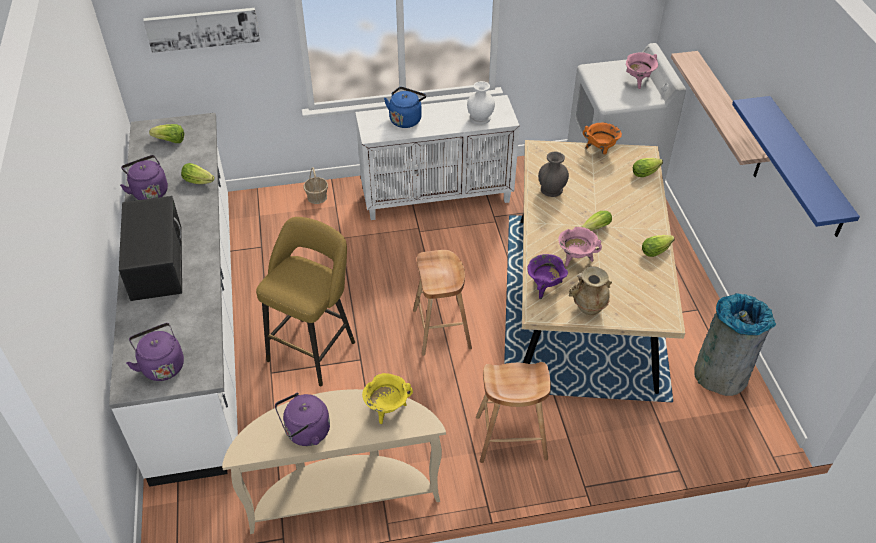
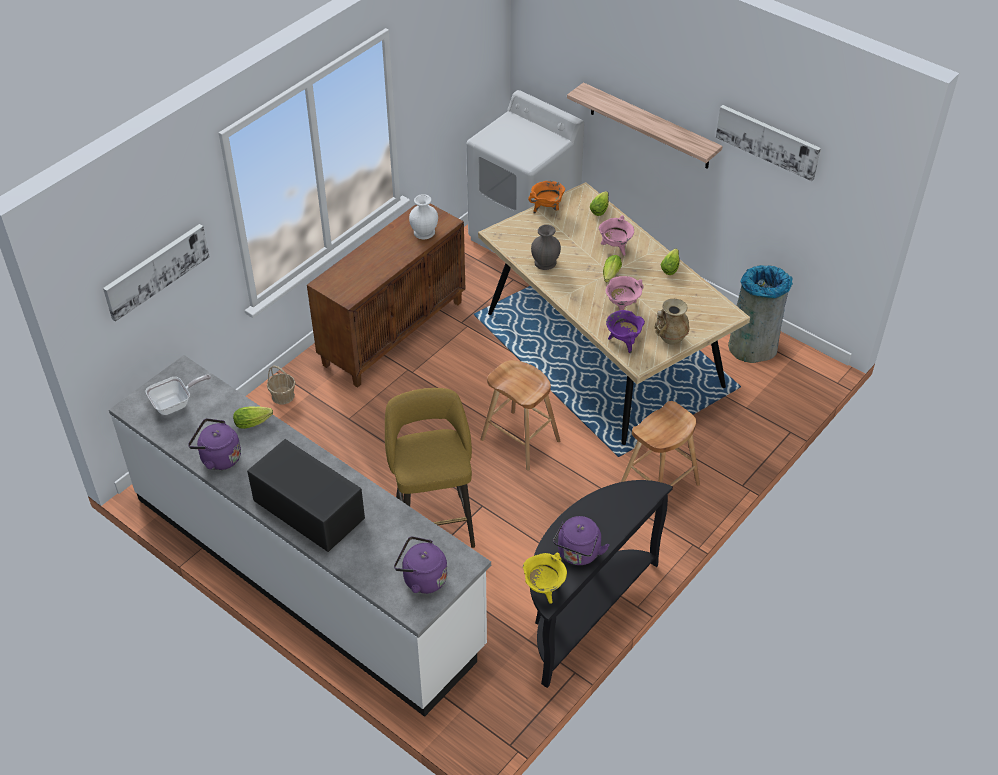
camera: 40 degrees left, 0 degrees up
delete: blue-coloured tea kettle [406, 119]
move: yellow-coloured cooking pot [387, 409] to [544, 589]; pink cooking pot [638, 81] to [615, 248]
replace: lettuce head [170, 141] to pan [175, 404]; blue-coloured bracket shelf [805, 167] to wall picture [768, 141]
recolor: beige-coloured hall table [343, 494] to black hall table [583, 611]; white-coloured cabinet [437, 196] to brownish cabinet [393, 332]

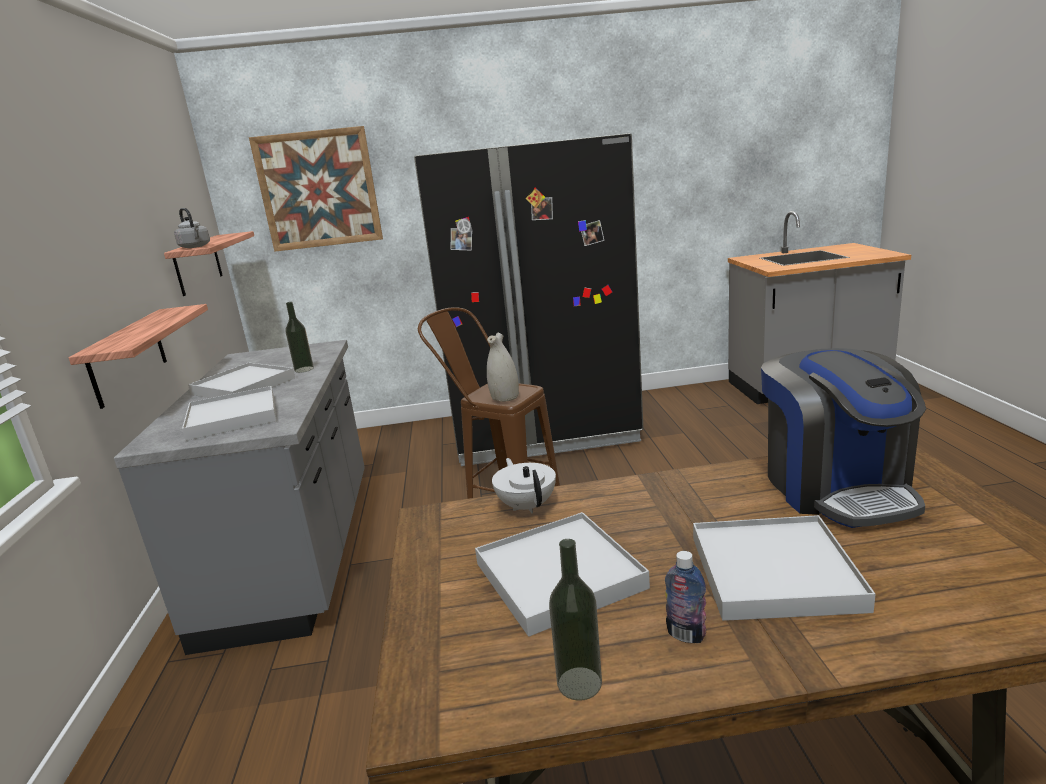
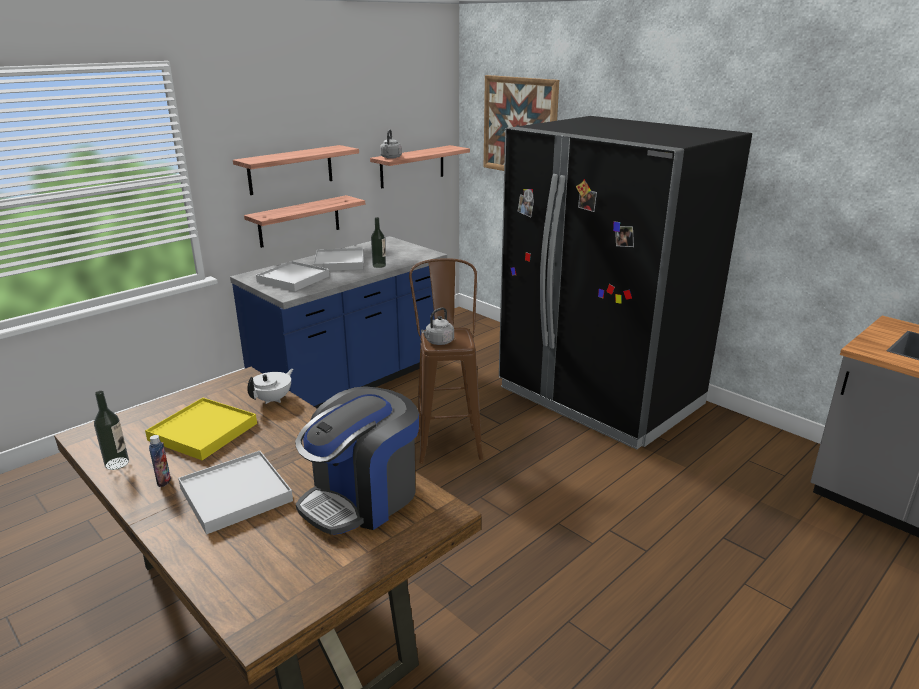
camera: 50 degrees right, 5 degrees up
insert: bracket shelf [290, 169]
replace: white-coloured vase [504, 398] to greyish tea kettle [438, 342]
recolor: greyish kitchen base unit [297, 553] to blue-coloured kitchen base unit [352, 381]; white-coloured serving tray [559, 576] to yellow-coloured serving tray [203, 432]

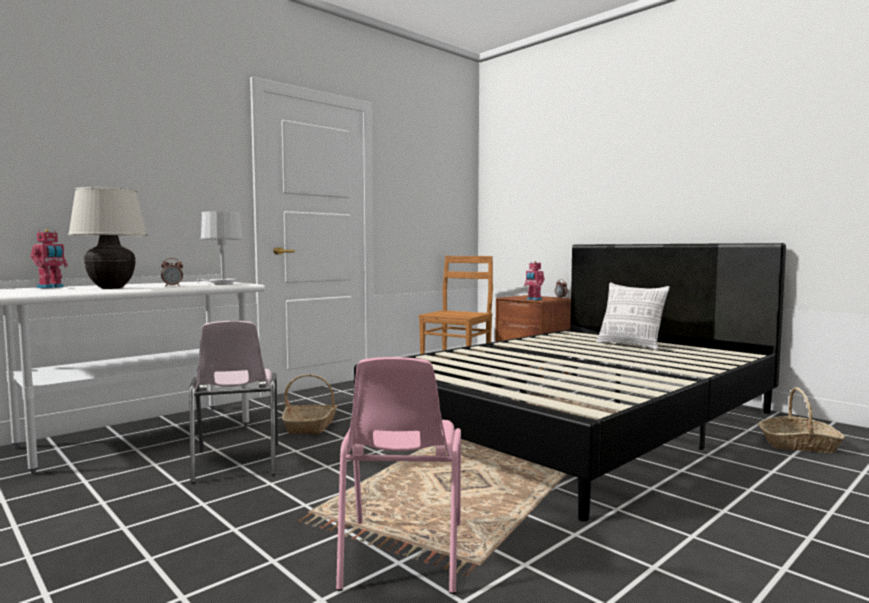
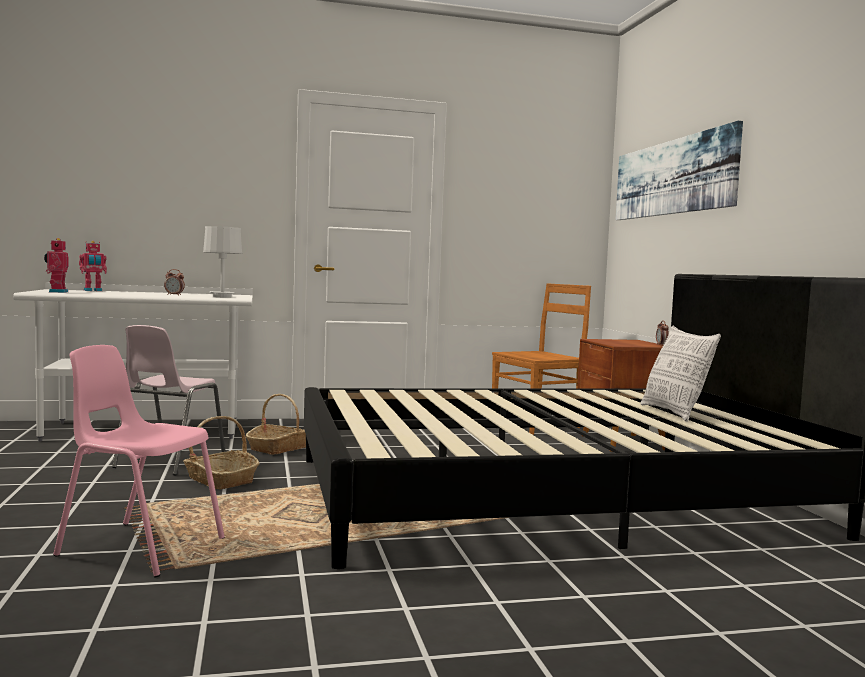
camera: 30 degrees right, 0 degrees up
delete: beige-coloured table lamp [111, 288]
insert: wall picture [672, 177]
move: model robot [533, 299] to [57, 292]; storage basket [798, 445] to [220, 480]
rotate: pink plain chair [401, 556] = [140, 547] 75 degrees clockwise

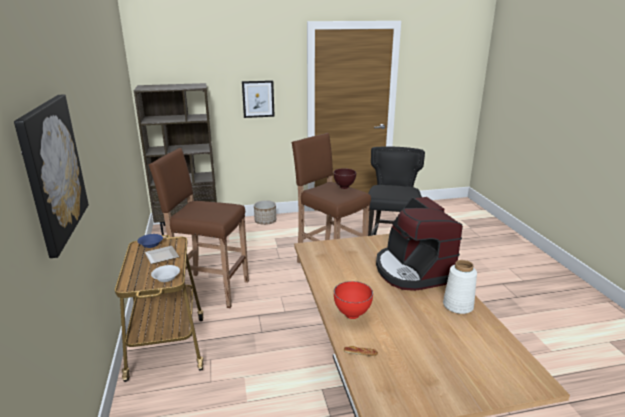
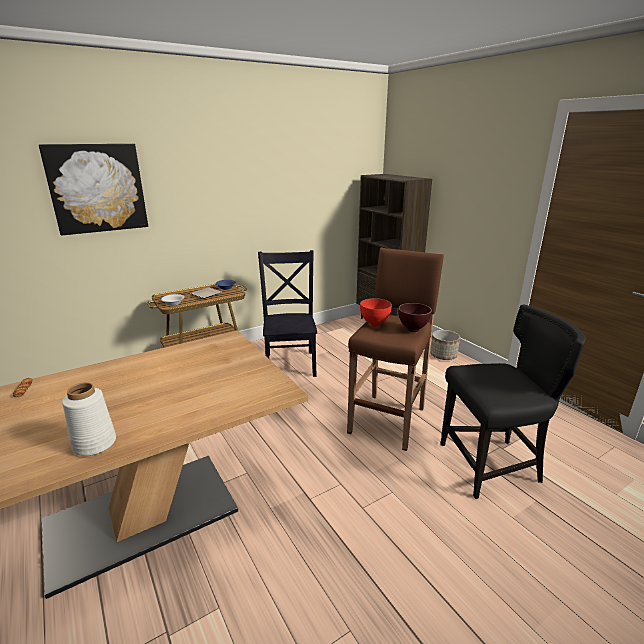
camera: 70 degrees right, 0 degrees up
delete: wall picture [258, 99]; coffee machine [413, 270]
move: red deep dish [353, 315] to [375, 325]
replace: brownish stool [210, 289] to black plain chair [290, 363]

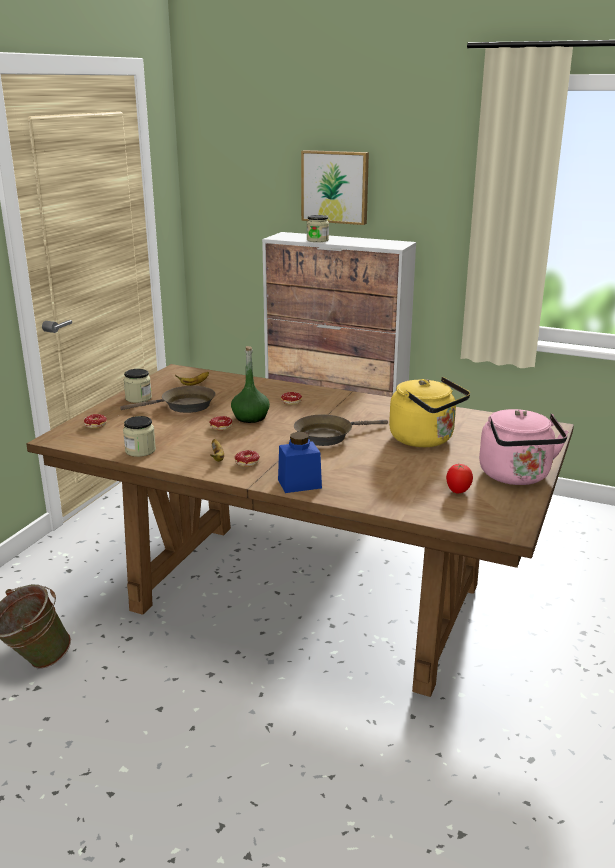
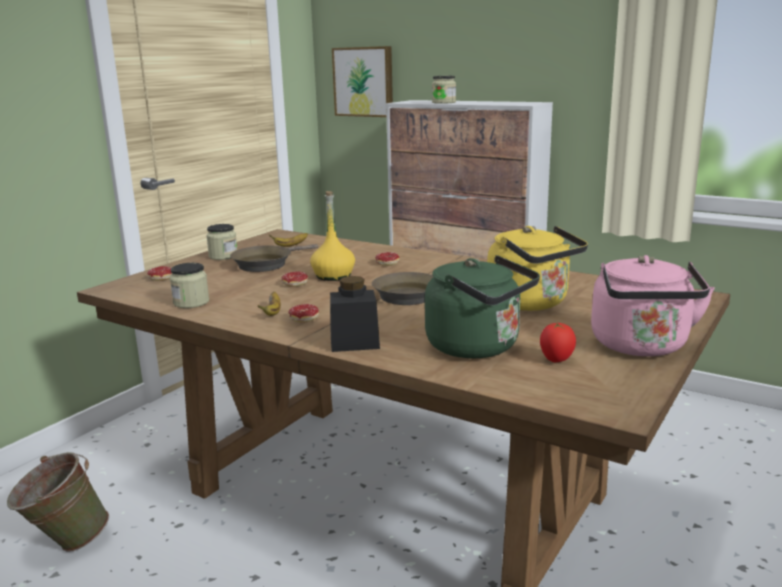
camera: 10 degrees right, 5 degrees down
insert: greenish tea kettle [478, 347]
move: wall picture [335, 187] to [364, 82]
recolor: greenish beverage bottle [250, 417] to yellow-coloured beverage bottle [333, 276]; blue-coloured preserve jar [299, 484] to black preserve jar [354, 343]
rotate: brownish pan [183, 406] = [266, 264] 135 degrees clockwise

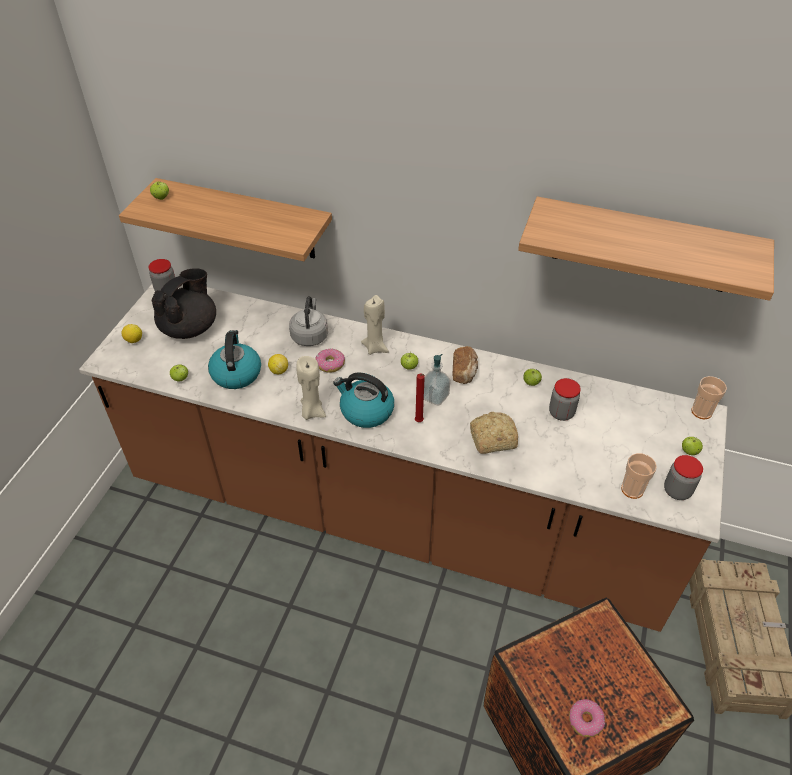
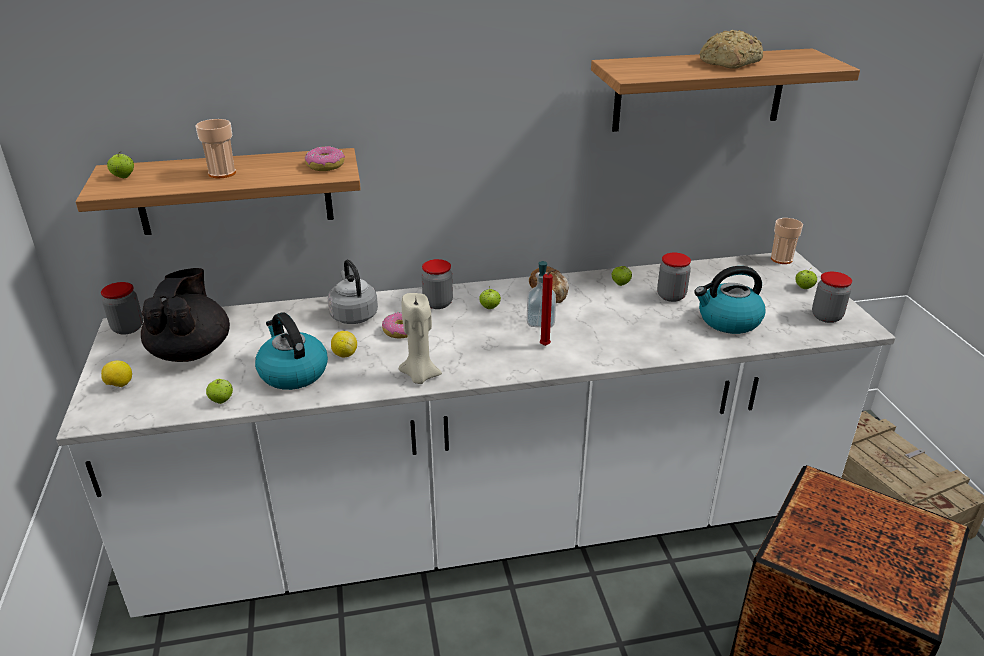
camera: 30 degrees left, 15 degrees down
move: tea kettle [366, 411] to [728, 321]; bakery bread [491, 439] to [728, 63]; ring doughnut [585, 720] to [325, 166]; cup [632, 489] to [222, 173]
replace: beige-coloured wax candle [375, 347] to preserve jar [438, 303]
recolor: brownish kitchen base unit [396, 513] to white-coloured kitchen base unit [492, 524]

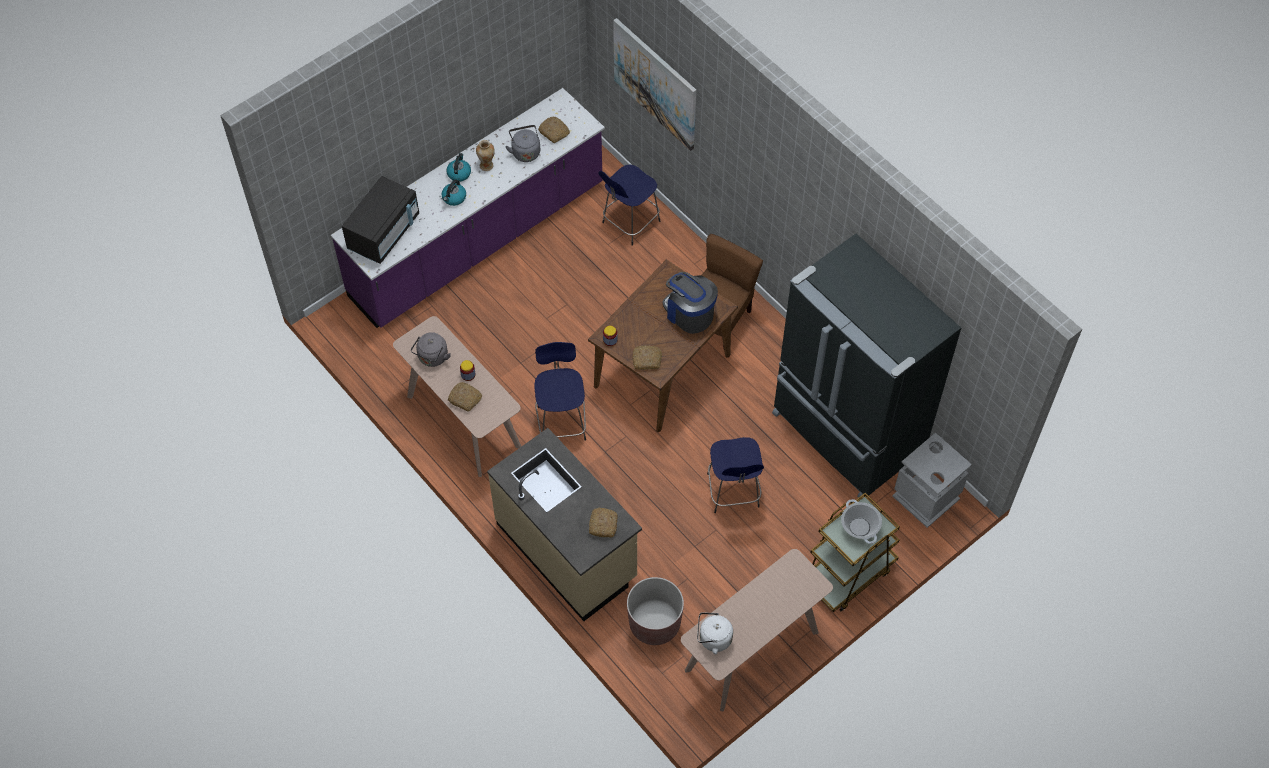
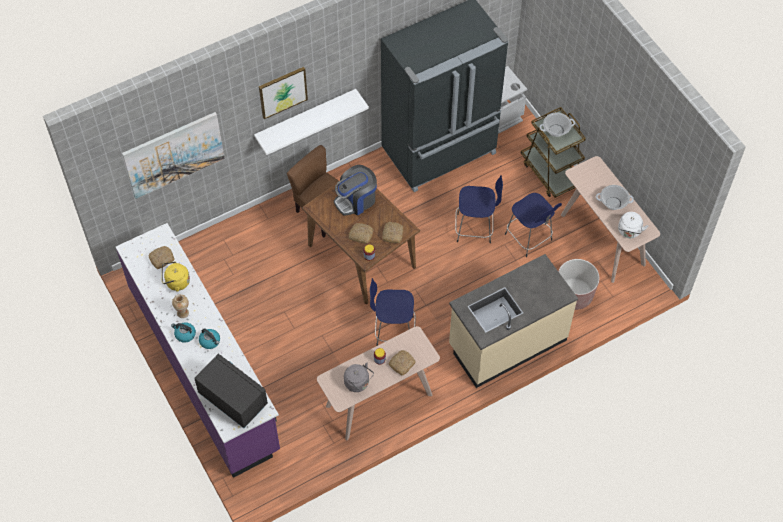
camera: 80 degrees left, 0 degrees up
insert: white-coloured bracket shelf [306, 118]; wall picture [282, 92]; cooking pot [613, 203]
move: bakery bread [603, 524] to [360, 235]; blue-coloured stool [629, 223] to [529, 238]
recolor: greyish tea kettle [525, 151] to yellow-coloured tea kettle [176, 282]

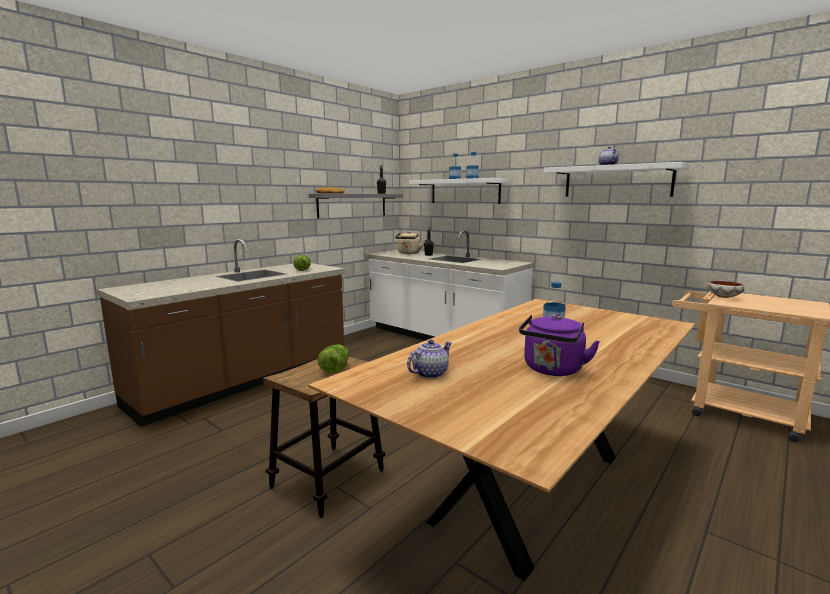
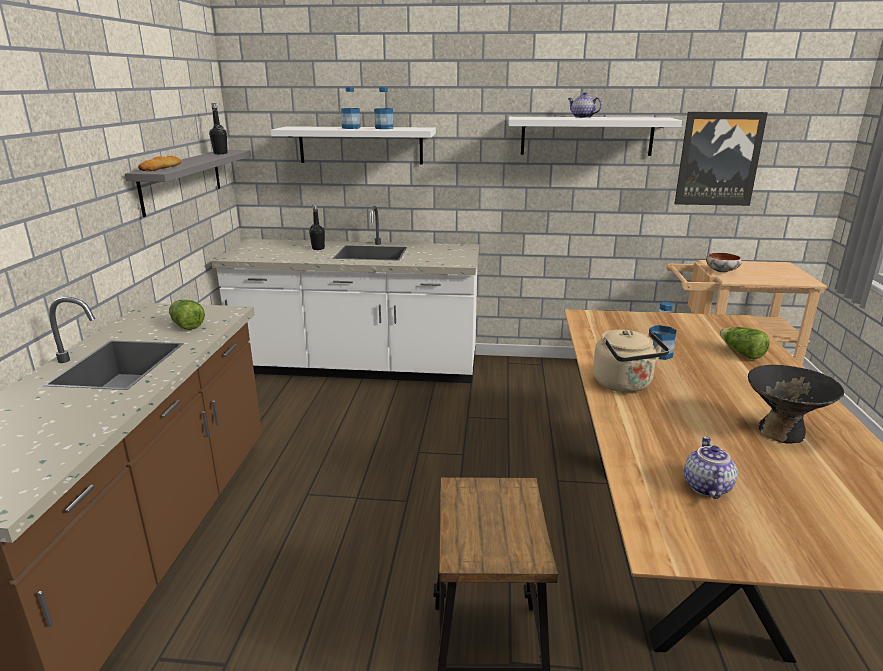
camera: 35 degrees left, 10 degrees up
insert: wall picture [718, 159]
move: lettuce head [335, 368] to [741, 353]; beige-coloured tea kettle [408, 253] to [624, 385]
replace: purplish tea kettle [552, 370] to black deep dish [782, 432]

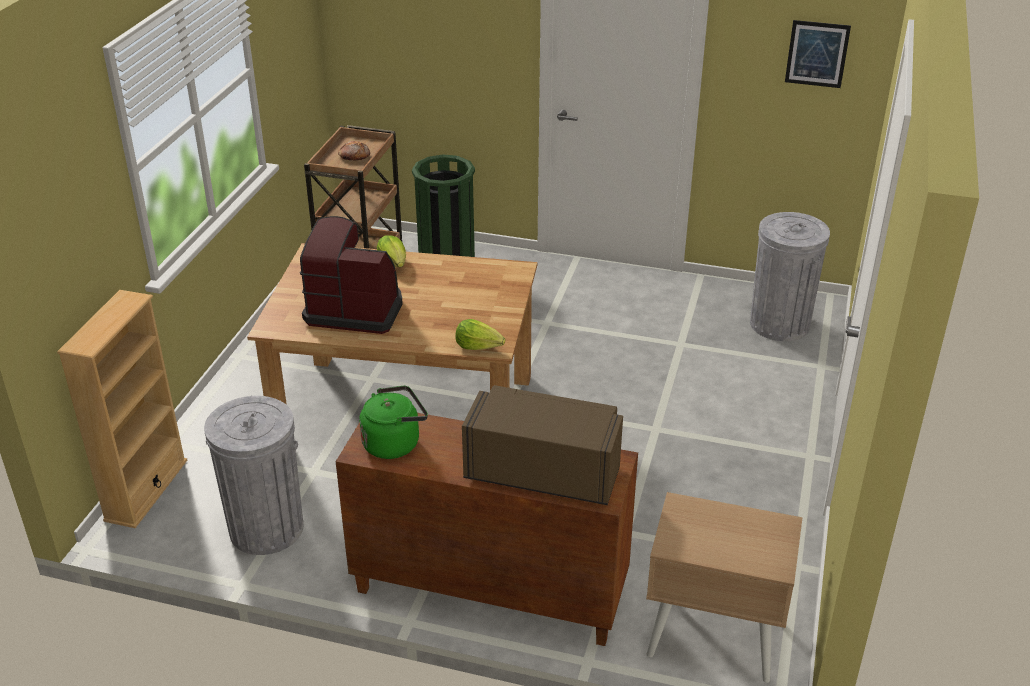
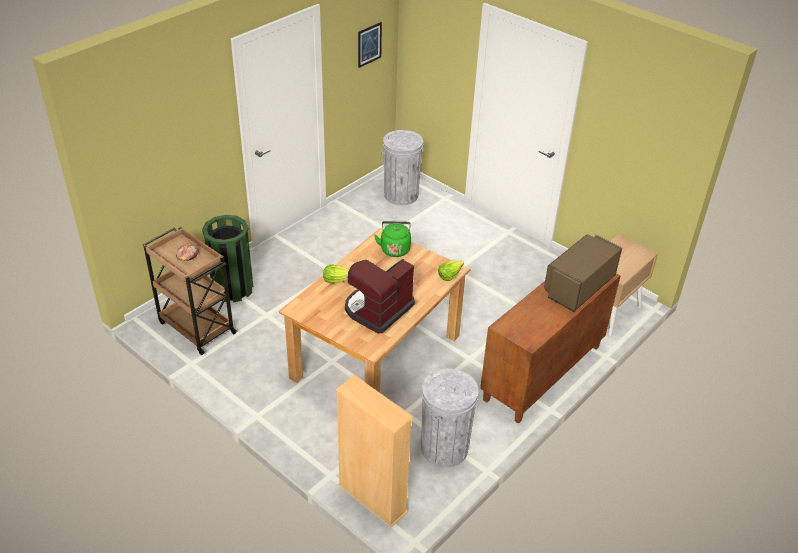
camera: 65 degrees left, 5 degrees up
move: greenish tea kettle [394, 443] to [395, 248]

